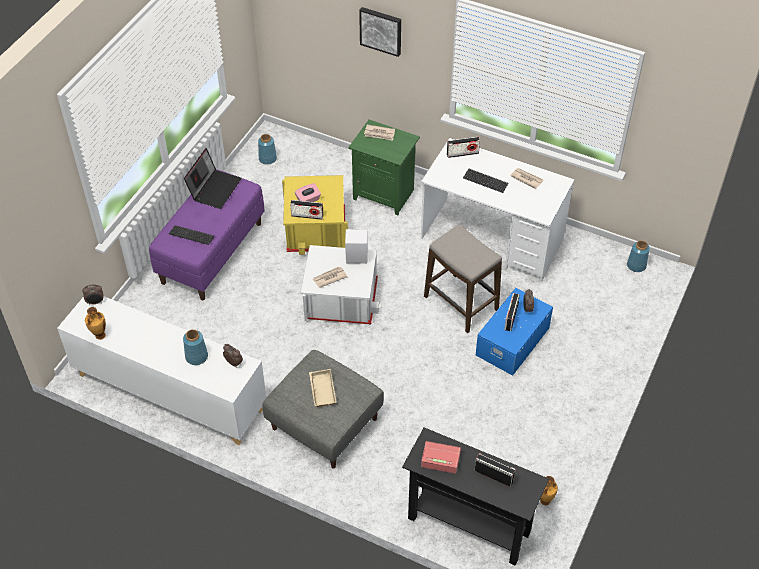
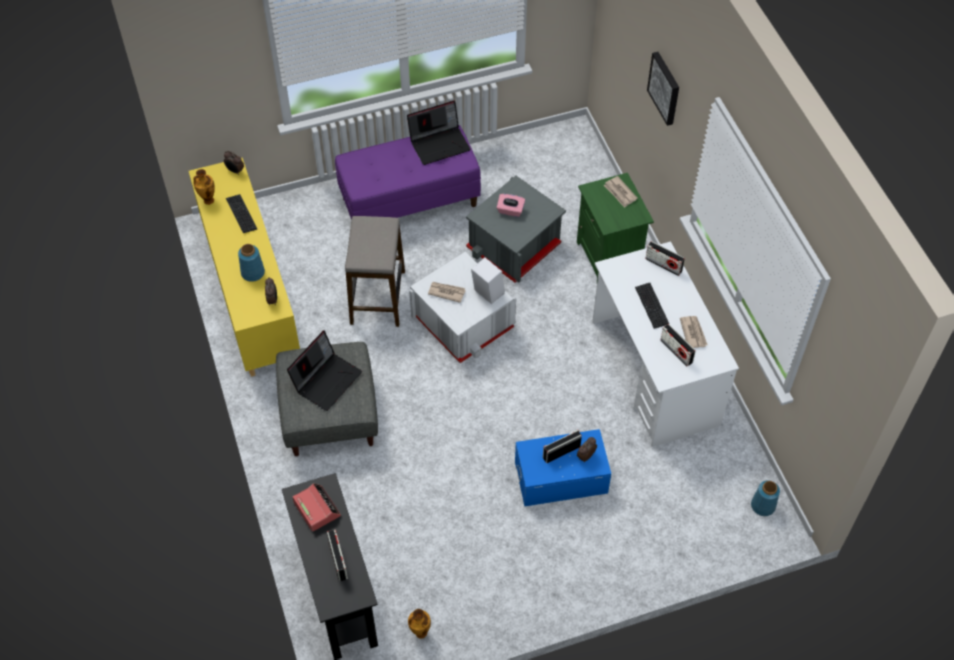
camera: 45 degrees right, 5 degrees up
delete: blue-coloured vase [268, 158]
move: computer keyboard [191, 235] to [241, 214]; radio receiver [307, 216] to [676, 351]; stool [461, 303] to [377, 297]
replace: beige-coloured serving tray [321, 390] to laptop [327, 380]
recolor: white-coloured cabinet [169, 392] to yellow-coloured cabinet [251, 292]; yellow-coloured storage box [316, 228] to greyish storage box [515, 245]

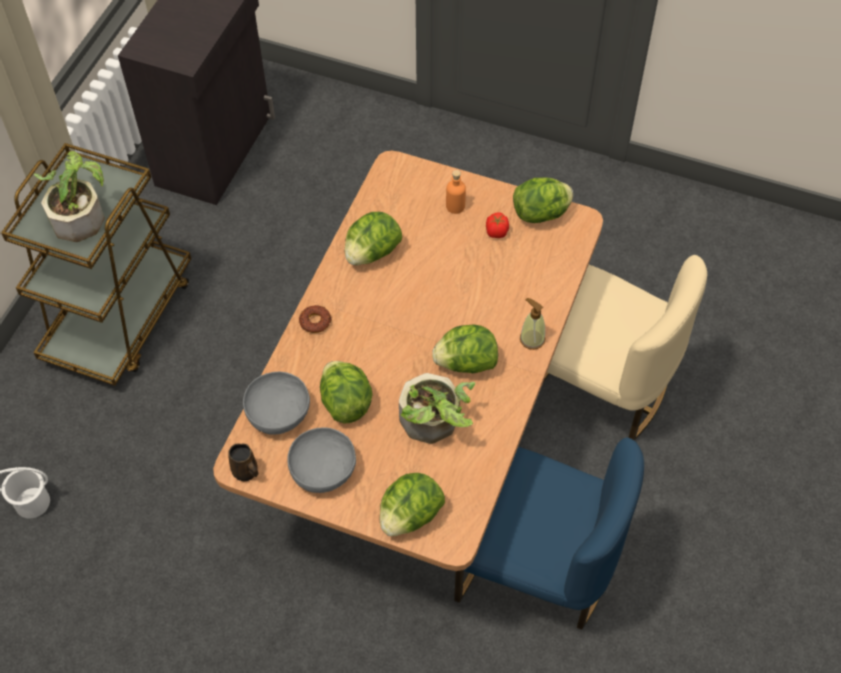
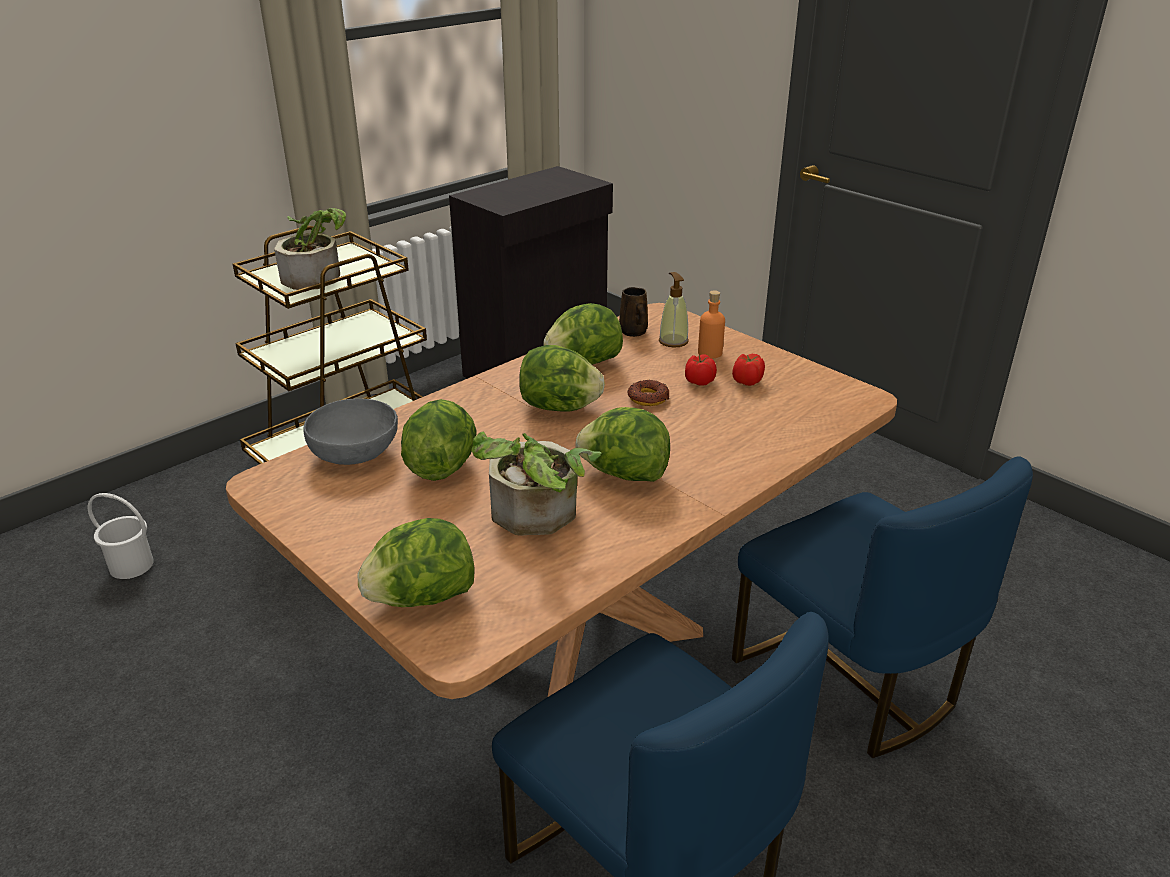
camera: 25 degrees right, 25 degrees down
delete: greyish deep dish [323, 469]
insert: tomato [698, 381]
move: brownish tea mug [246, 472] to [634, 332]; ring doughnut [315, 321] to [648, 398]; lettuce head [541, 213] to [559, 407]; soap bottle [532, 339] to [673, 341]
recolor: beige-coloured plain chair [598, 387] to blue-coloured plain chair [850, 678]

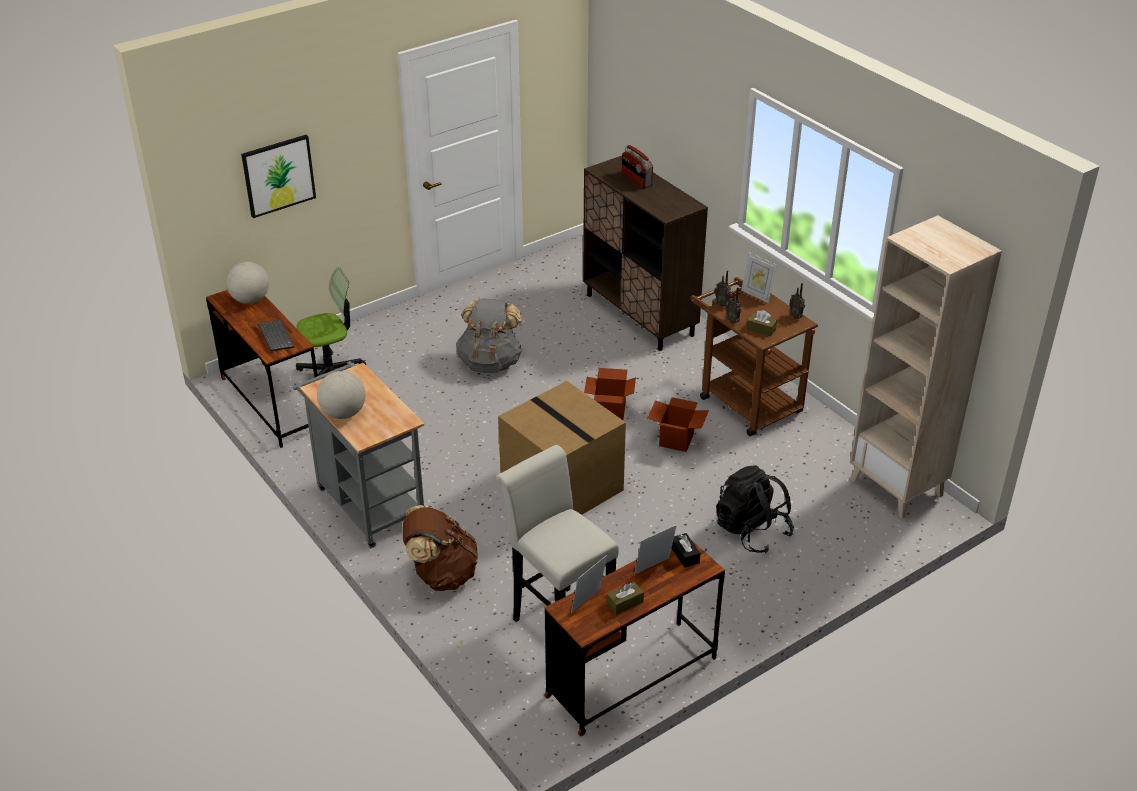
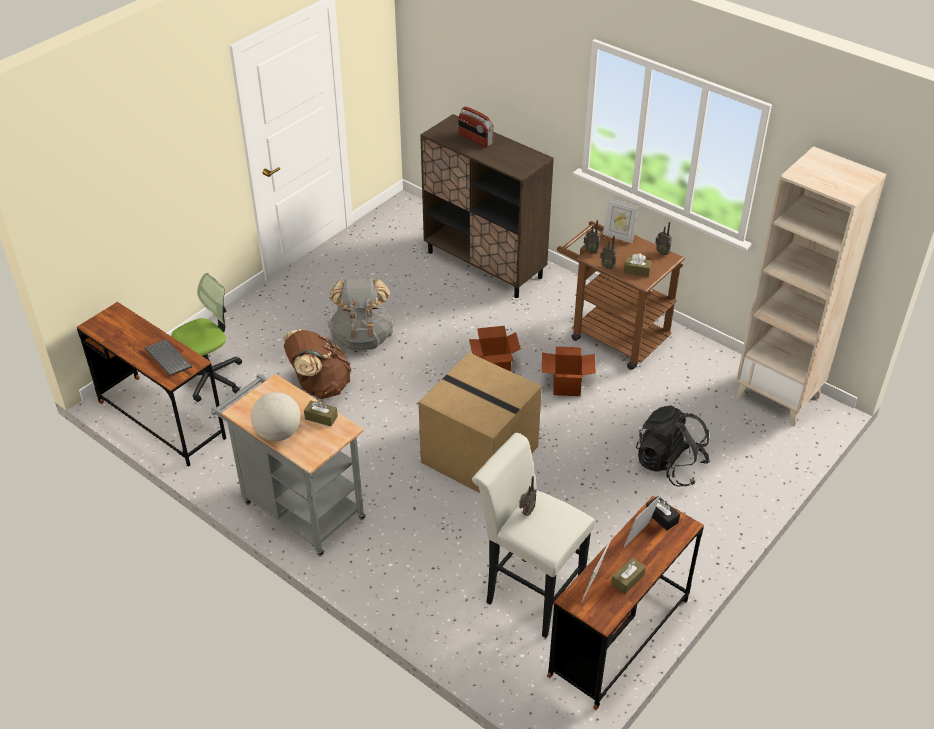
camera: 15 degrees left, 5 degrees up
delete: globe [250, 300]; wall picture [278, 175]
insert: brownish tissue box [321, 417]; radio receiver [526, 512]
move: brownish backpack [441, 574] to [320, 386]

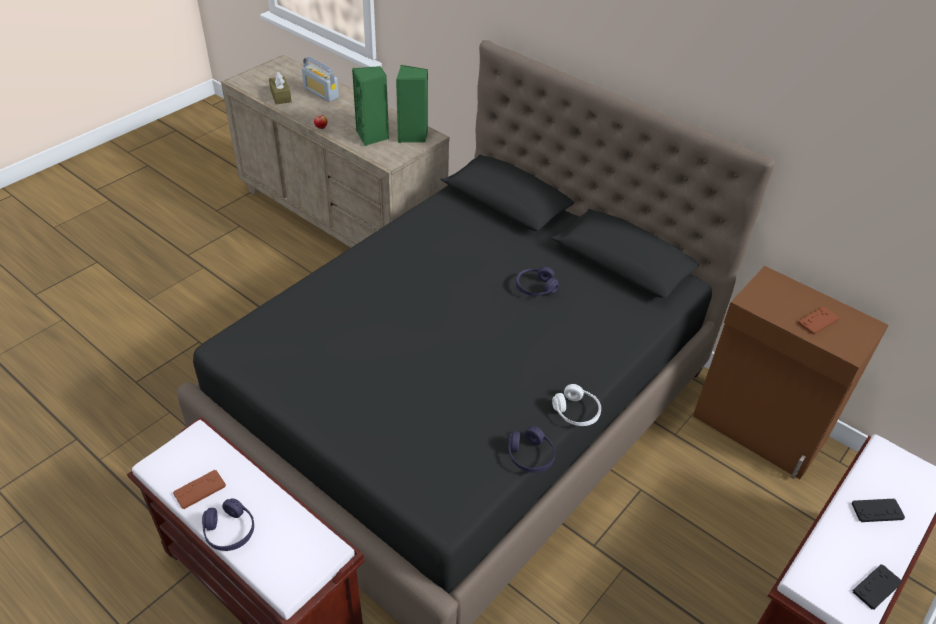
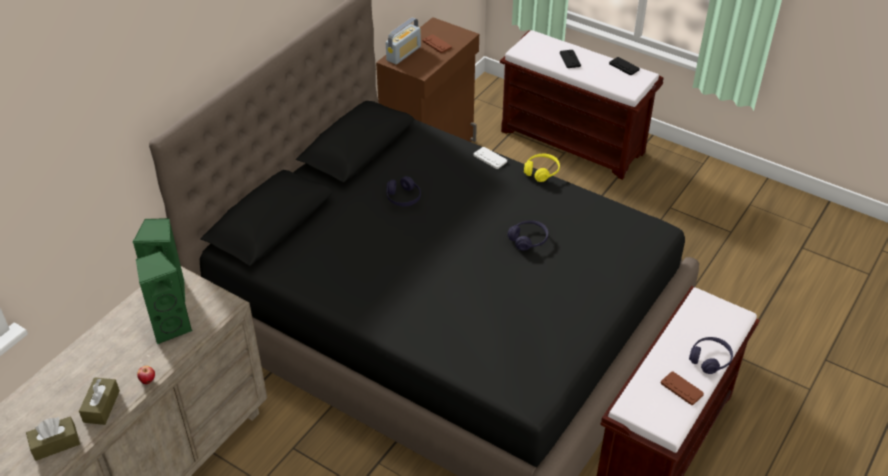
camera: 95 degrees left, 0 degrees up
insert: brownish tissue box [101, 406]; white-coloured joypad [490, 158]
move: radio receiver [321, 93] to [403, 53]; purplish headphones [530, 456] to [528, 240]
recolor: white-coloured headphones [576, 412] to yellow-coloured headphones [541, 172]

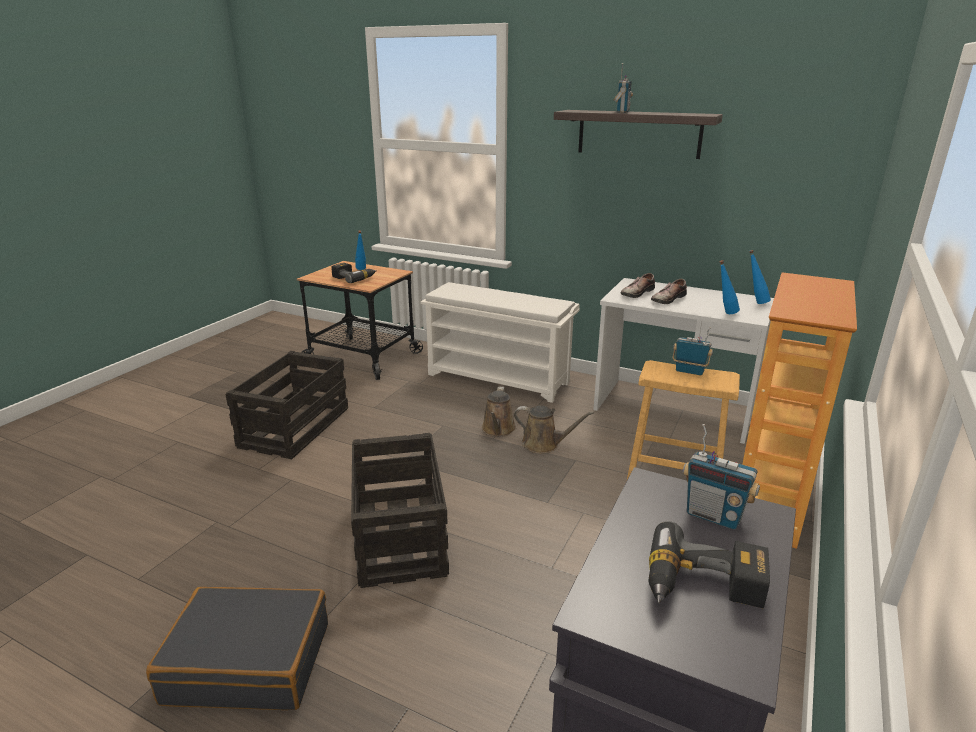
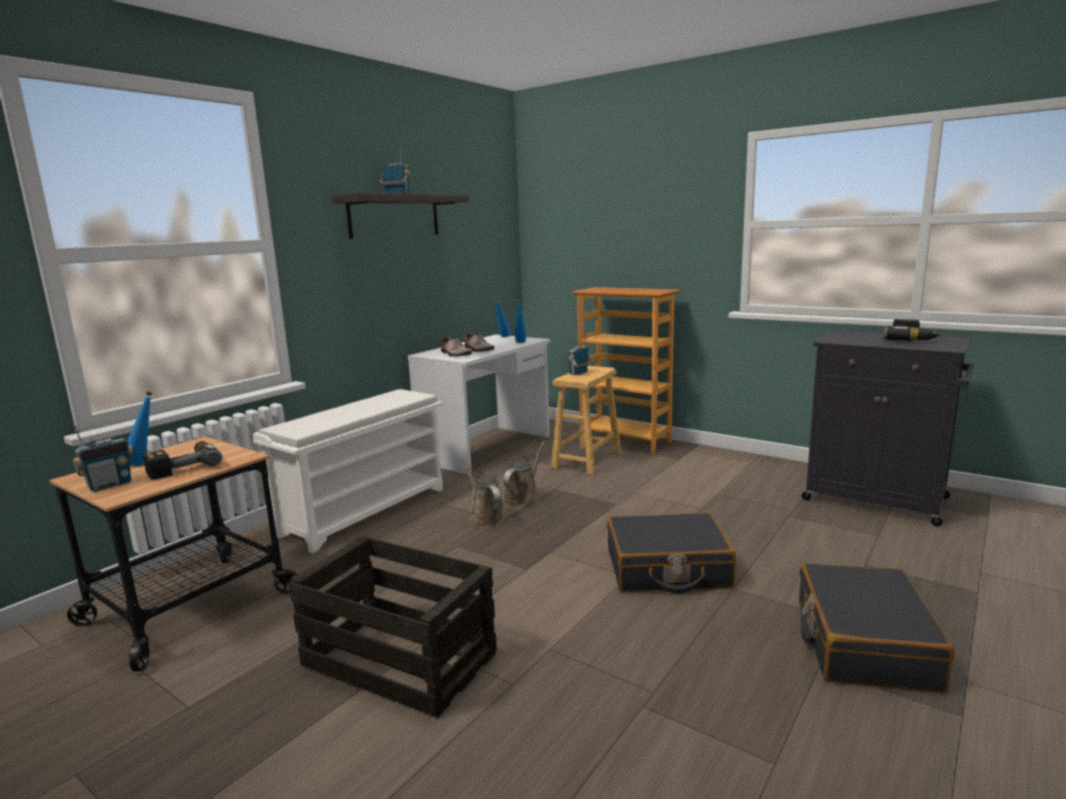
camera: 80 degrees left, 10 degrees down
move: radio receiver [713, 516] to [109, 485]
replace: shipping crate [400, 536] to black piece of luggage [667, 569]
rotate: brownish watering can [498, 430] = [485, 517] 135 degrees counterclockwise

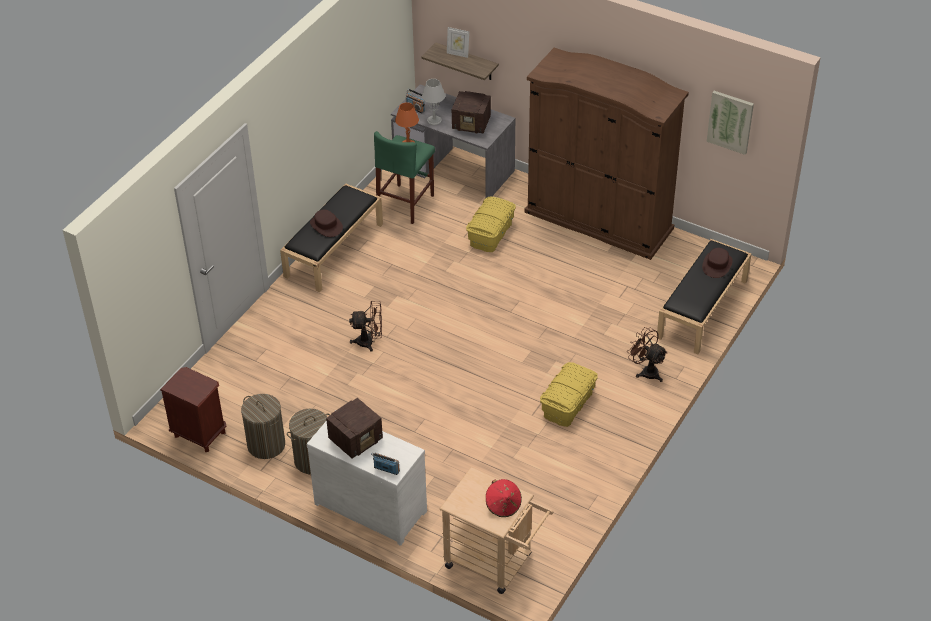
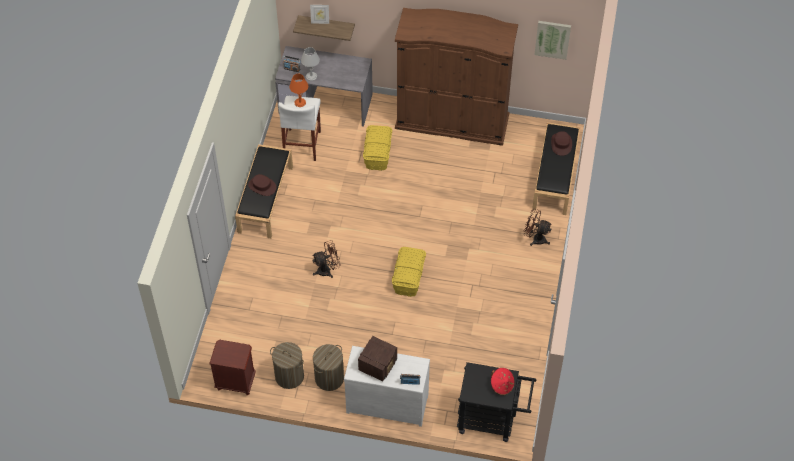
camera: 20 degrees left, 10 degrees up
delete: radio receiver [472, 124]
move: yellow-coloured storage box [567, 404] to [408, 277]
recolor: greenish stool [405, 204] to white-coloured stool [302, 144]; beige-coloured trolley [495, 563] to black trolley [492, 420]

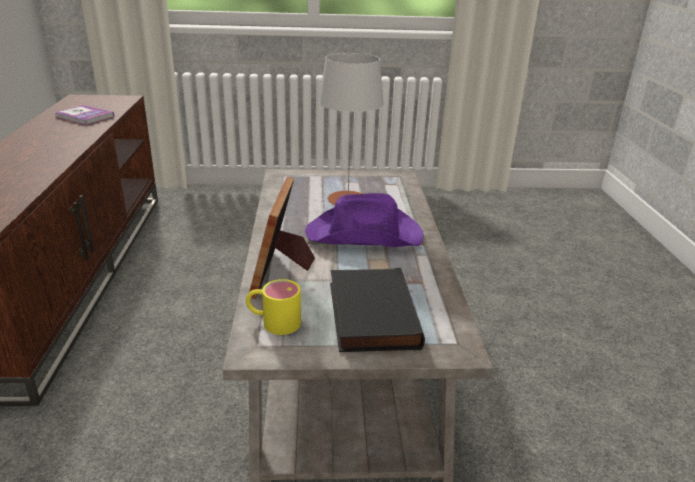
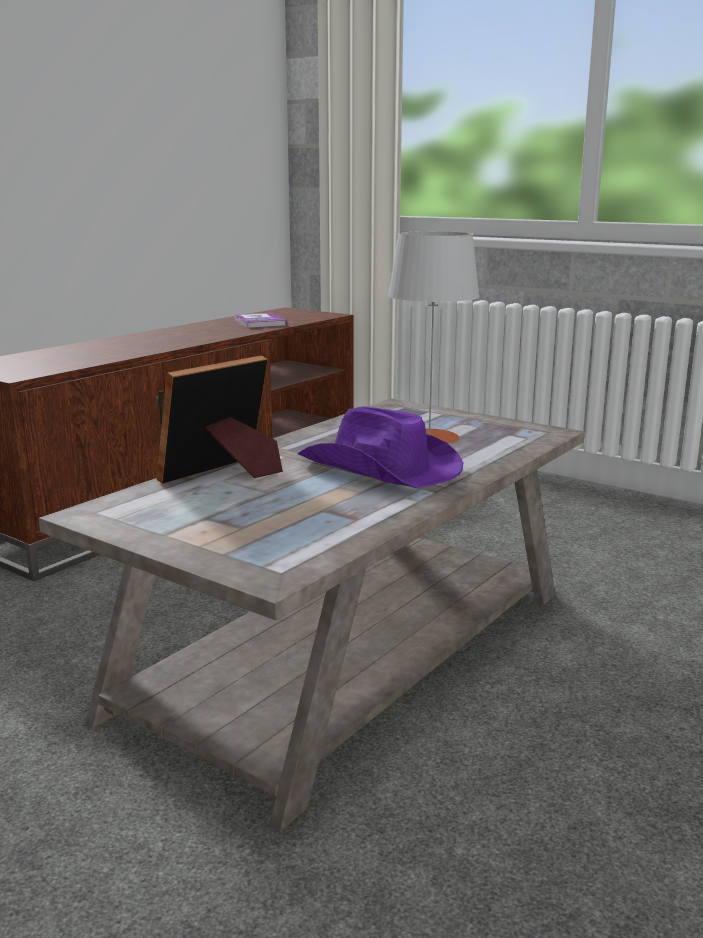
camera: 40 degrees right, 10 degrees down
delete: yellow-coloured tea mug [273, 322]; black volume [369, 314]

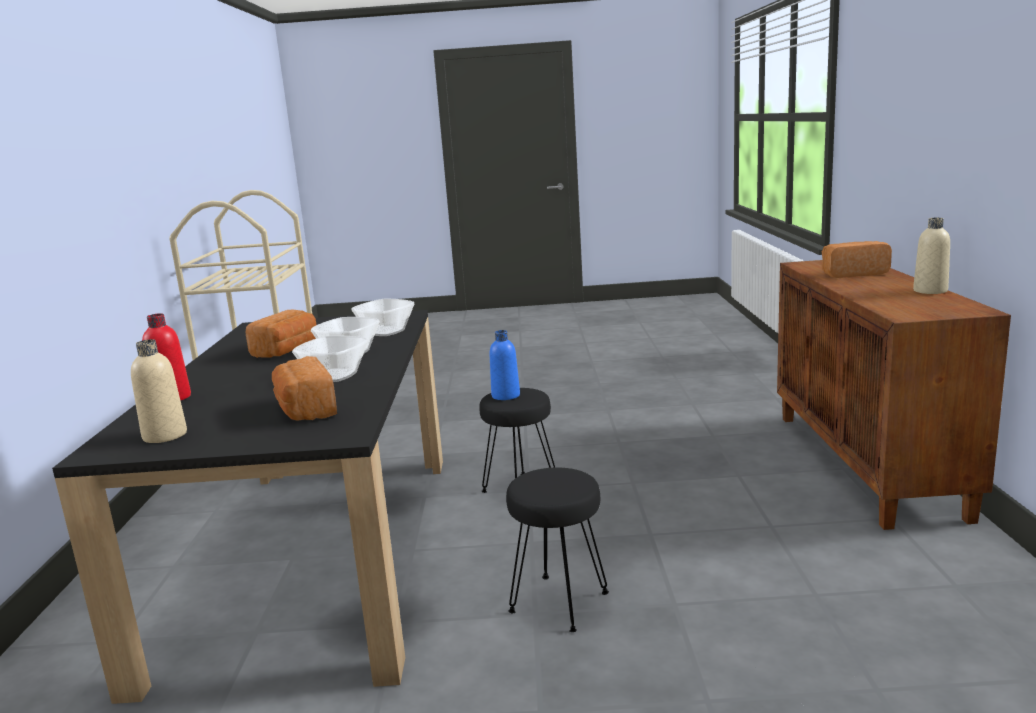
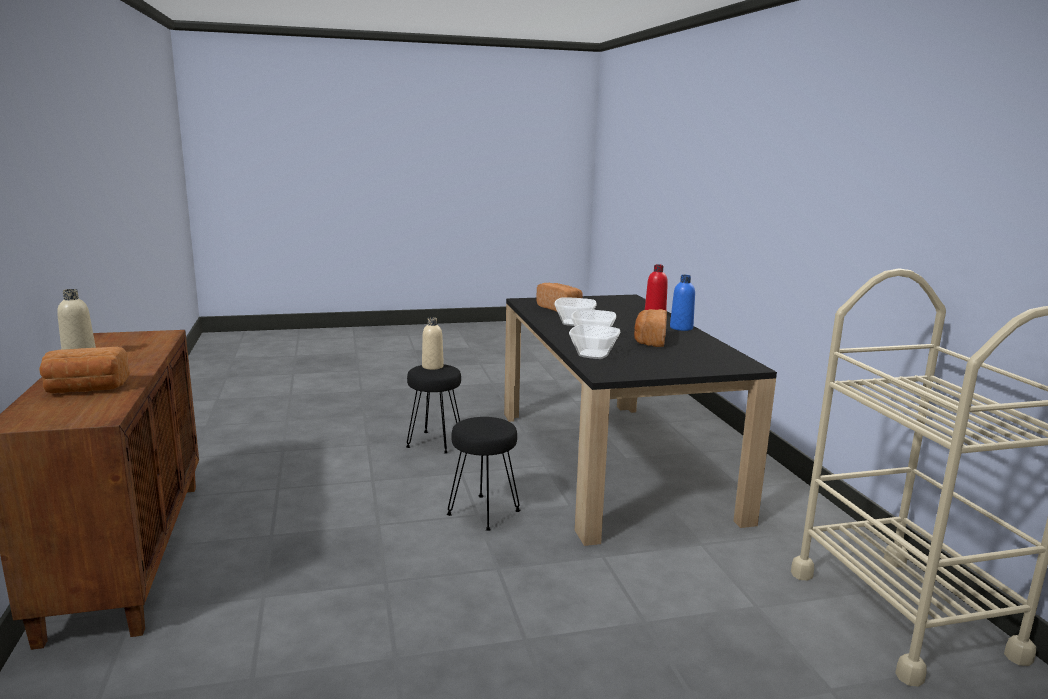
camera: 165 degrees right, 0 degrees up
move: beige-coloured beverage bottle [165, 435] to [432, 366]; blue-coloured beverage bottle [505, 396] to [681, 328]

